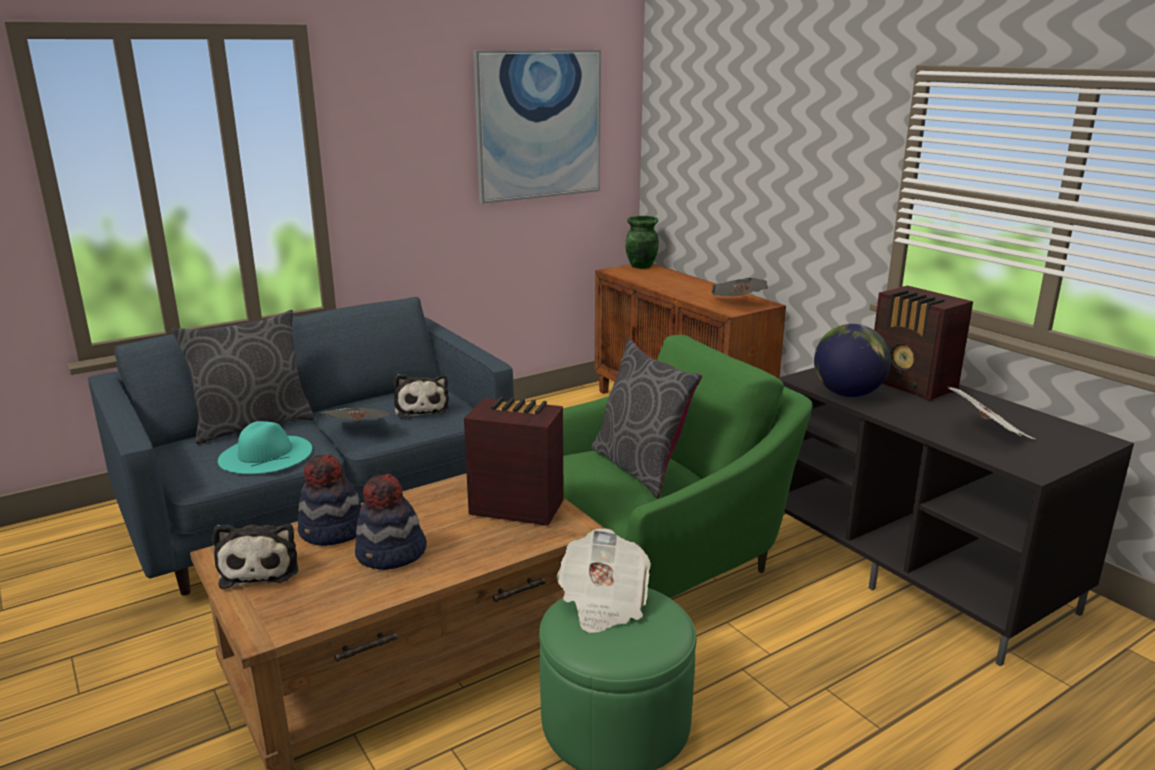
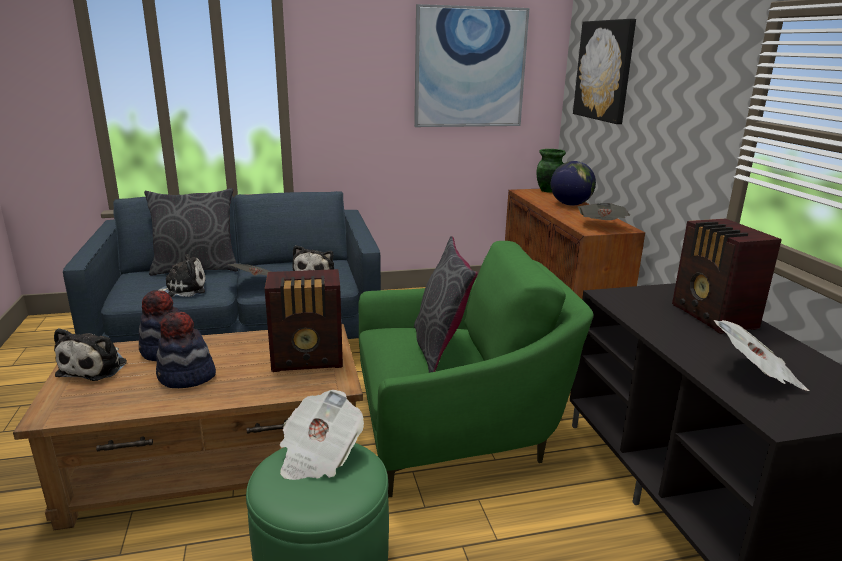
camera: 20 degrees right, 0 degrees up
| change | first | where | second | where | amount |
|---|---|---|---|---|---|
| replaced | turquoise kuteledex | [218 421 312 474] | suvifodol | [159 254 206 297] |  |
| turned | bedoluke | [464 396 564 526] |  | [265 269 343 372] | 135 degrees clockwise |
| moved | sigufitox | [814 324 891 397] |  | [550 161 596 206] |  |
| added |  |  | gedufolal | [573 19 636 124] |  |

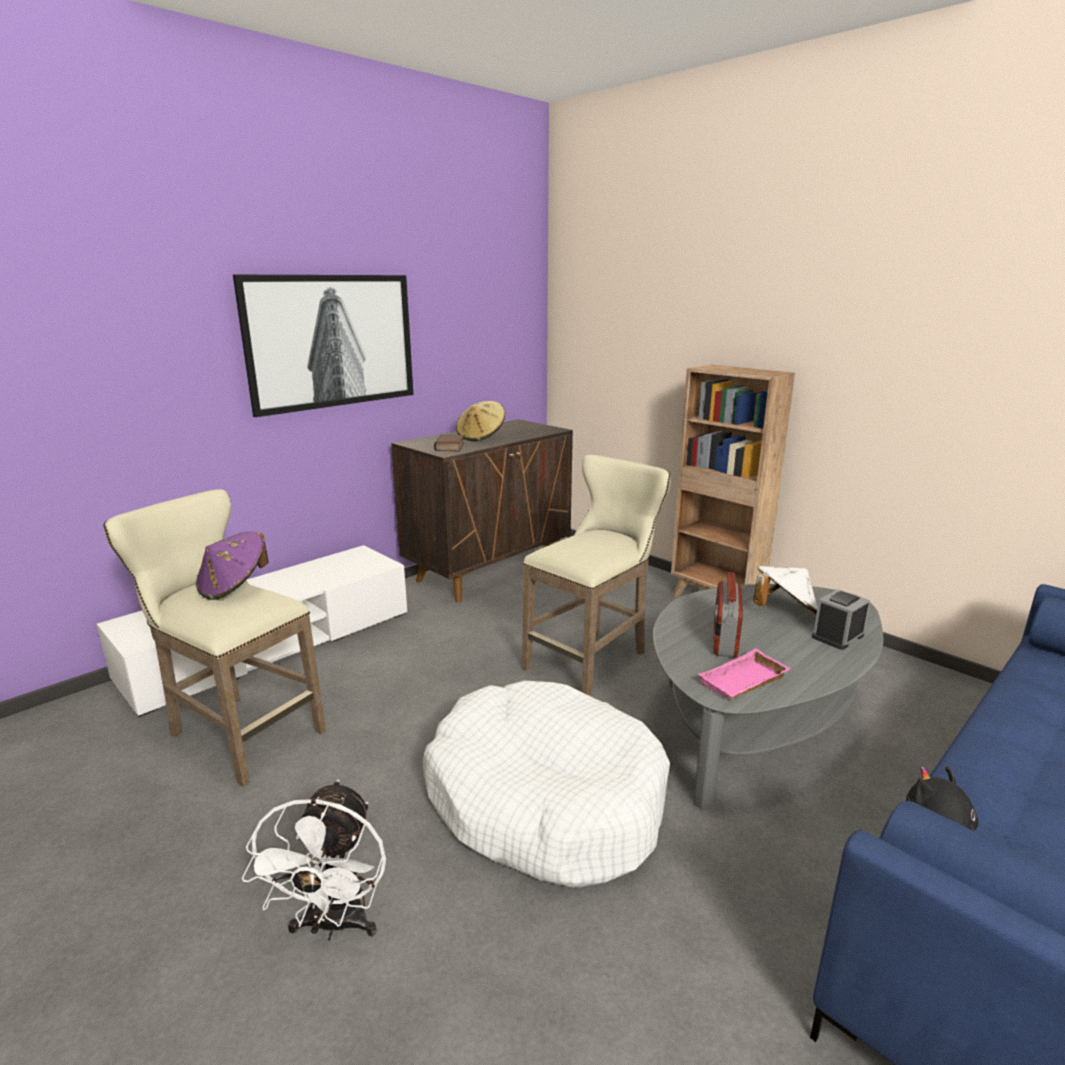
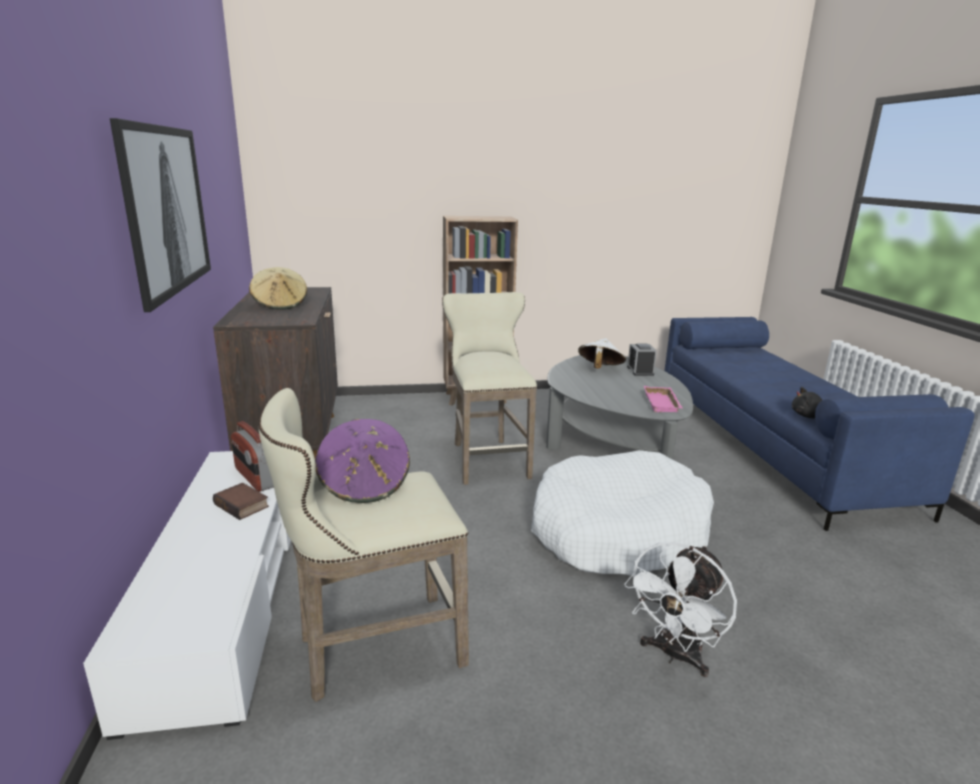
camera: 55 degrees left, 0 degrees up
| change | first | where | second | where | amount |
|---|---|---|---|---|---|
| moved | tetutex | [434 435 464 451] |  | [213 483 269 520] |  |
| moved | bedoluke | [714 572 743 657] |  | [231 421 274 492] |  |
| turned | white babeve | [242 779 386 940] |  | [624 542 737 677] | 90 degrees clockwise |

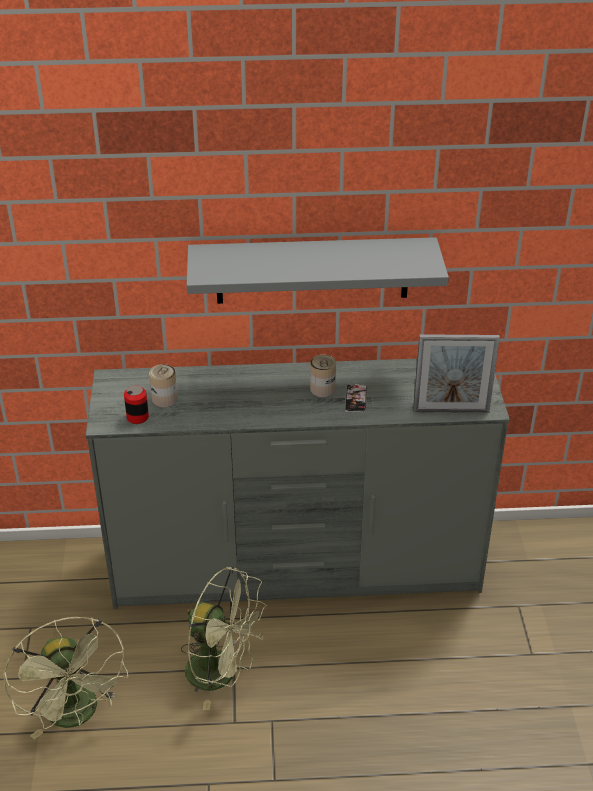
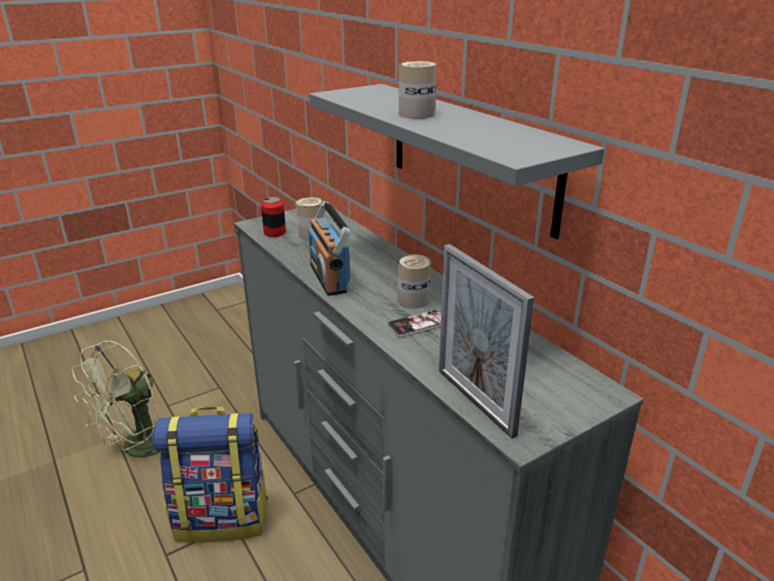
camera: 60 degrees right, 10 degrees down
| change | first | where | second | where | amount |
|---|---|---|---|---|---|
| replaced | green babeve | [181 566 267 710] | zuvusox | [152 407 268 543] |  |
| added |  |  | bedoluke | [308 201 351 296] |  |
| added |  |  | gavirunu | [399 61 436 119] |  |

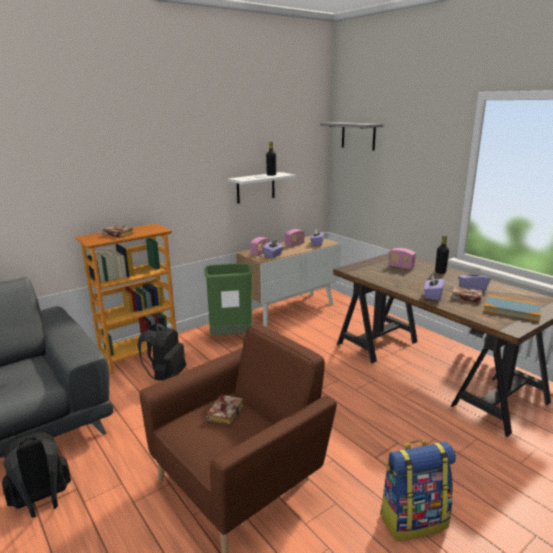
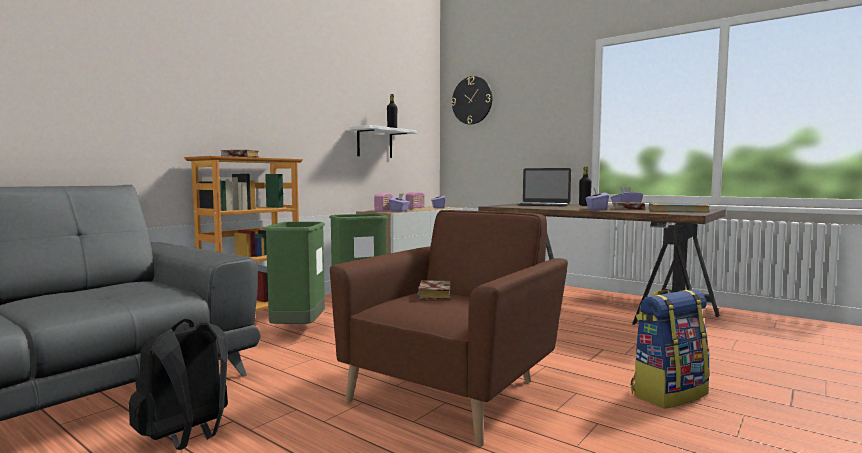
camera: 15 degrees left, 15 degrees down
| change | first | where | second | where | amount |
|---|---|---|---|---|---|
| replaced | black zuvusox | [138 323 186 381] | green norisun | [264 222 325 324] |  |
| replaced | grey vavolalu | [320 122 384 151] | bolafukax | [451 76 492 125] |  |
| replaced | bedoluke | [388 248 416 269] | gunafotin | [517 168 571 206] |  |

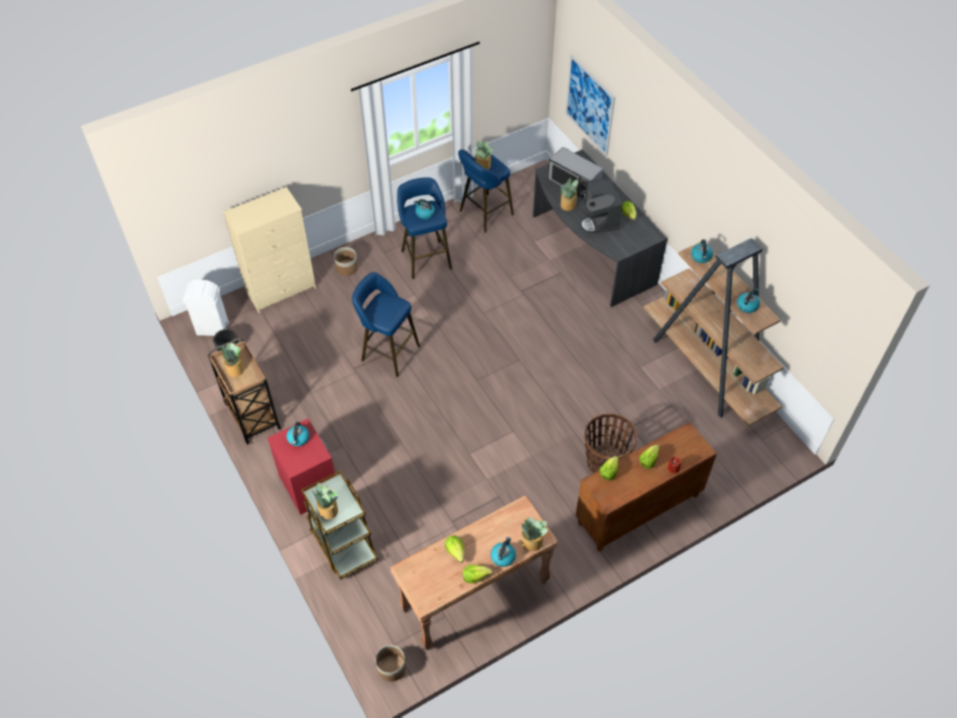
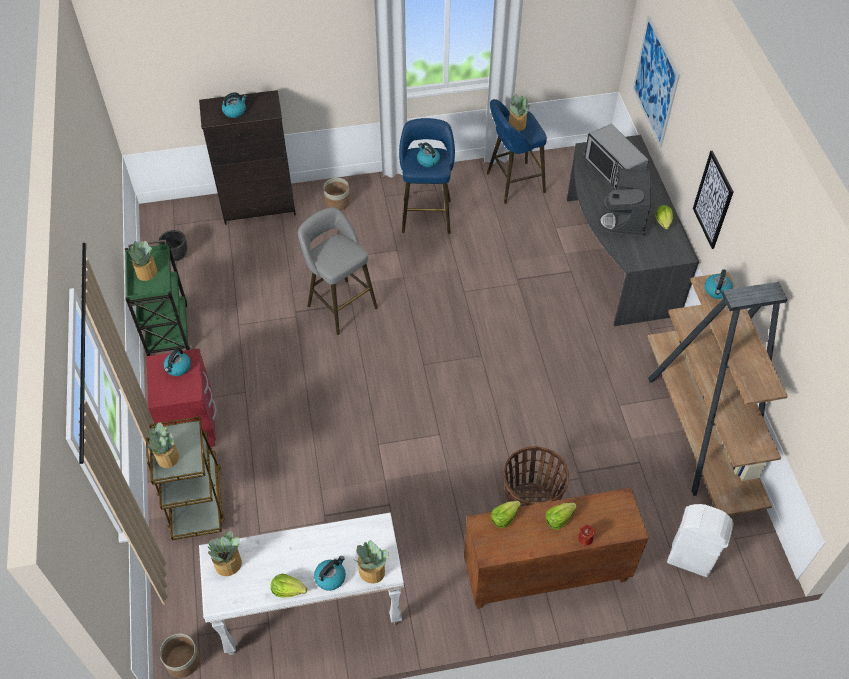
camera: 20 degrees right, 0 degrees up
| change | first | where | second | where | amount |
|---|---|---|---|---|---|
| recoloured | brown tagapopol | [208 338 281 445] | green tagapopol | [125 240 190 356] |  |
| recoloured | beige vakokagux | [223 187 316 313] | black vakokagux | [199 90 296 225] |  |
| recoloured | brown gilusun | [390 495 558 650] | white gilusun | [199 512 404 655] |  |
| moved | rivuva | [560 178 578 211] |  | [208 531 242 576] |  |
| moved | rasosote | [737 289 760 313] |  | [222 92 247 118] |  |
| recoloured | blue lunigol | [352 272 420 377] | grey lunigol | [298 207 378 335] |  |
| moved | white norisun | [183 280 229 336] |  | [667 504 734 577] |  |
| added |  |  | gedufolal | [693 151 734 249] |  |
| removed | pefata | [445 536 465 563] |  |  |  |

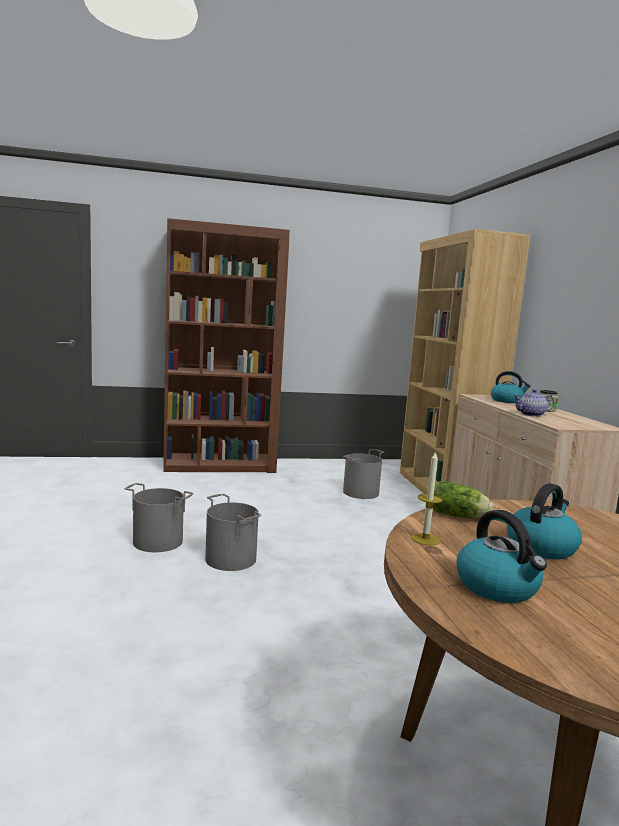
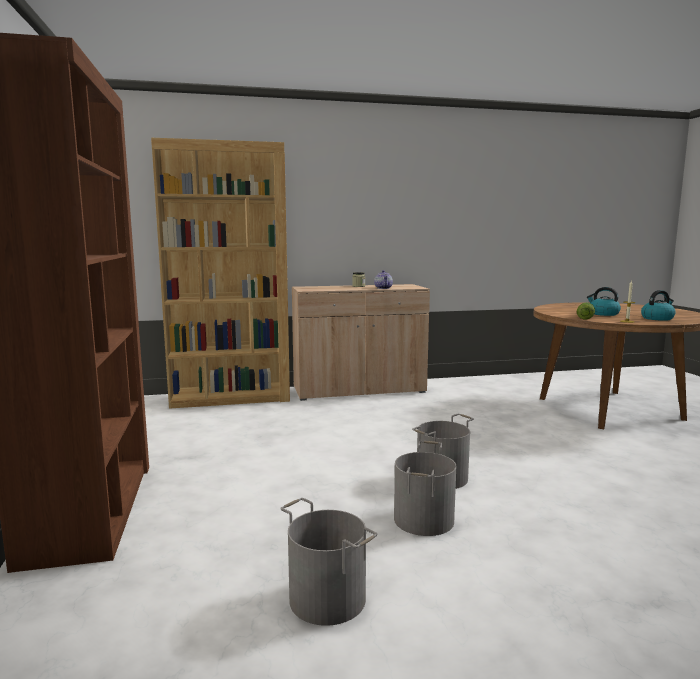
camera: 90 degrees left, 0 degrees up
| change | first | where | second | where | amount |
|---|---|---|---|---|---|
| moved | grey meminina | [343 449 385 499] |  | [280 498 377 626] |  |
| removed | rasosote | [491 371 531 403] |  |  |  |

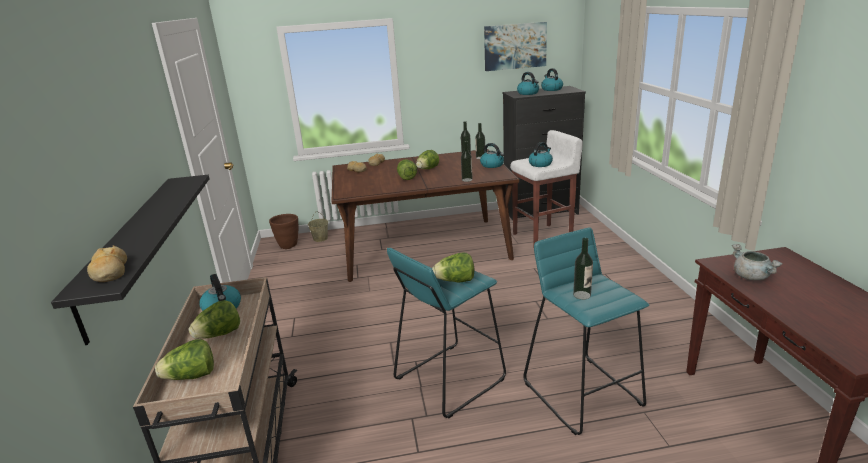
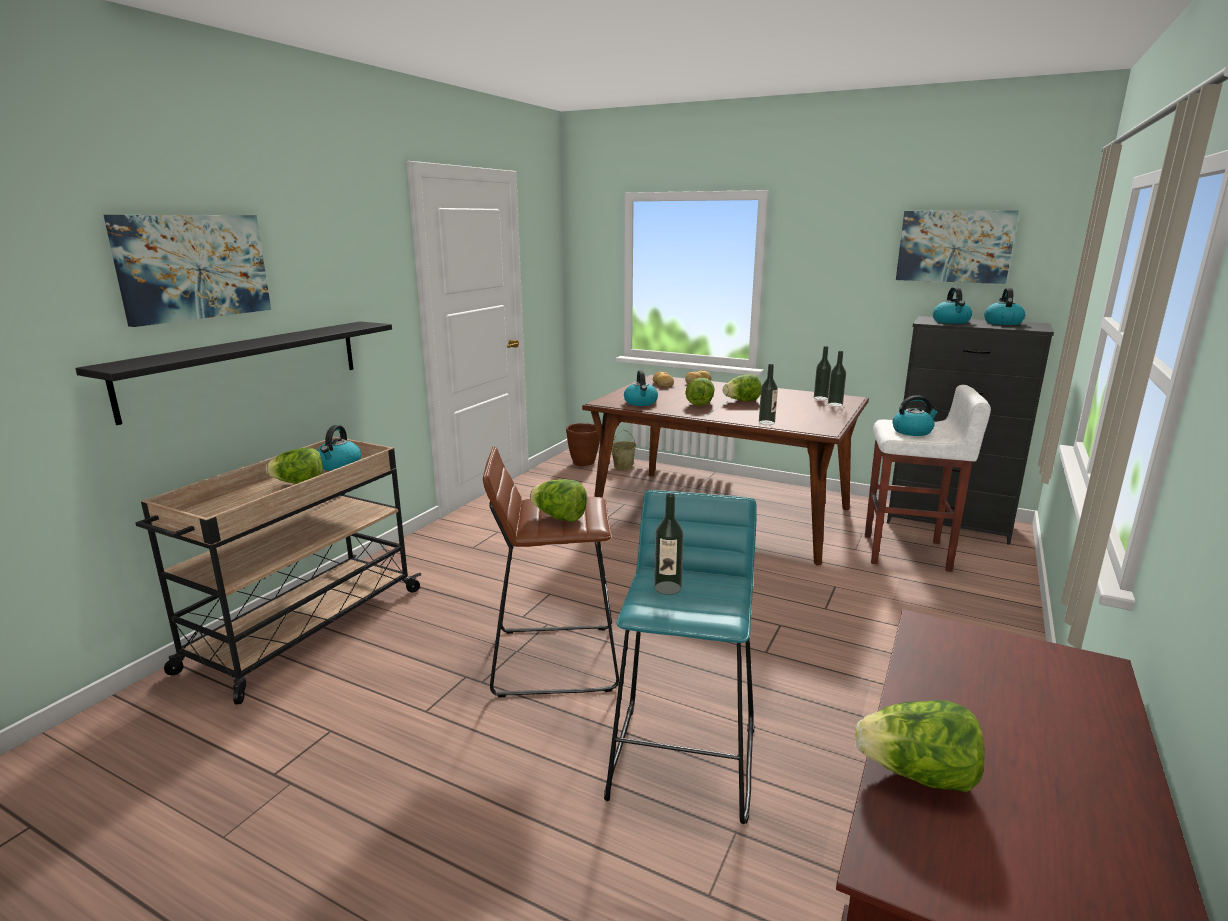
camera: 35 degrees right, 5 degrees down
| change | first | where | second | where | amount |
|---|---|---|---|---|---|
| added |  |  | gedufolal | [104 215 271 327] |  |
| recoloured | turquoise lunigol | [387 248 506 418] | brown lunigol | [483 446 619 697] |  |
| moved | rasosote | [480 143 504 168] |  | [624 370 658 406] |  |
| moved | pefata | [155 339 214 380] |  | [855 700 985 792] |  |
| removed | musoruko | [87 245 127 282] |  |  |  |
| removed | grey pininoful | [732 244 783 280] |  |  |  |

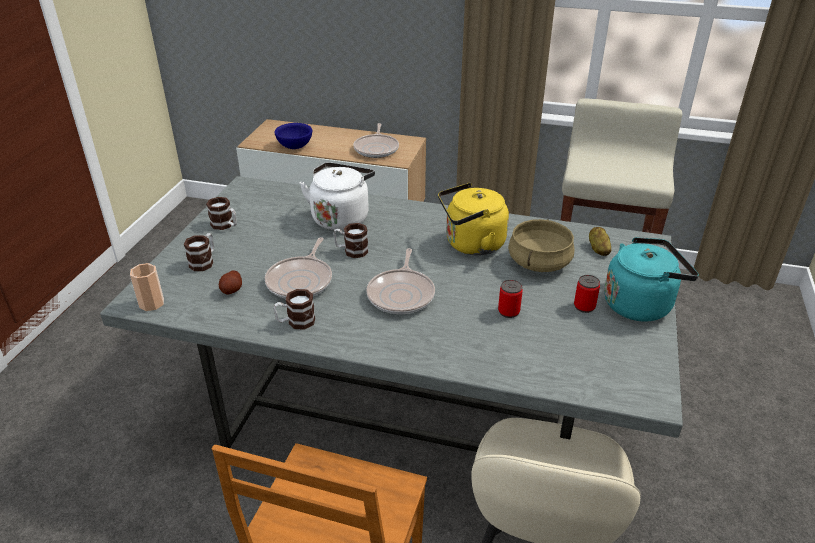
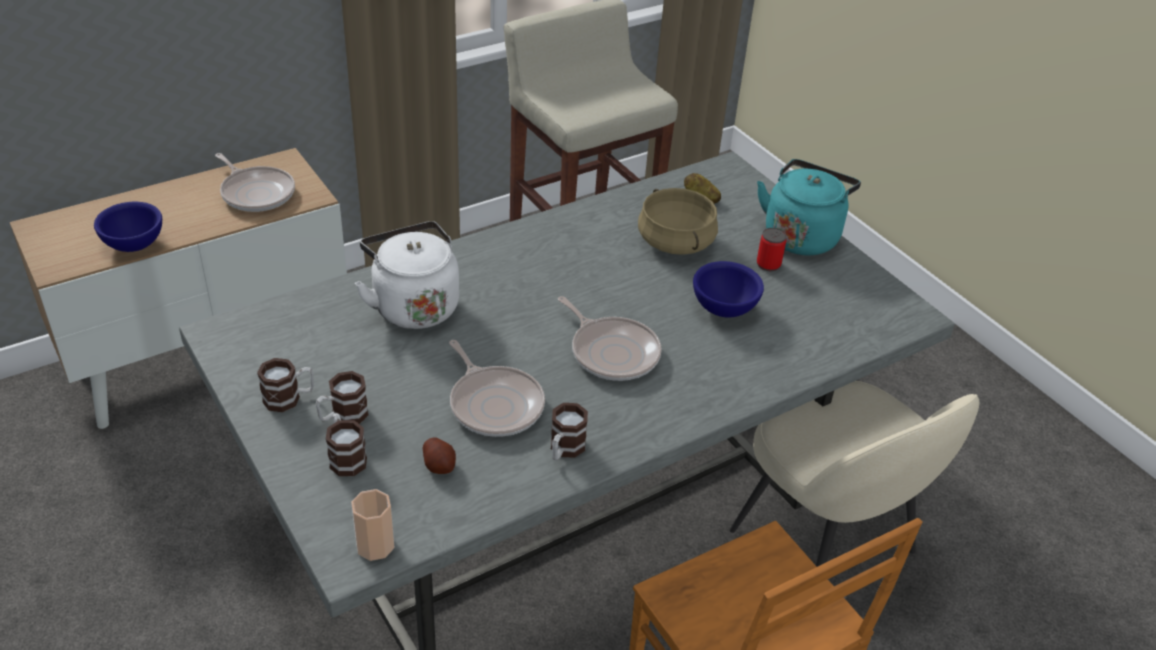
camera: 50 degrees left, 5 degrees up
| change | first | where | second | where | amount |
|---|---|---|---|---|---|
| moved | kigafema | [333 223 368 258] |  | [315 371 368 424] |  |
| replaced | gavirunu | [498 280 523 318] | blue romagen | [693 261 764 317] |  |
| removed | yellow rasosote | [438 183 509 256] |  |  |  |

